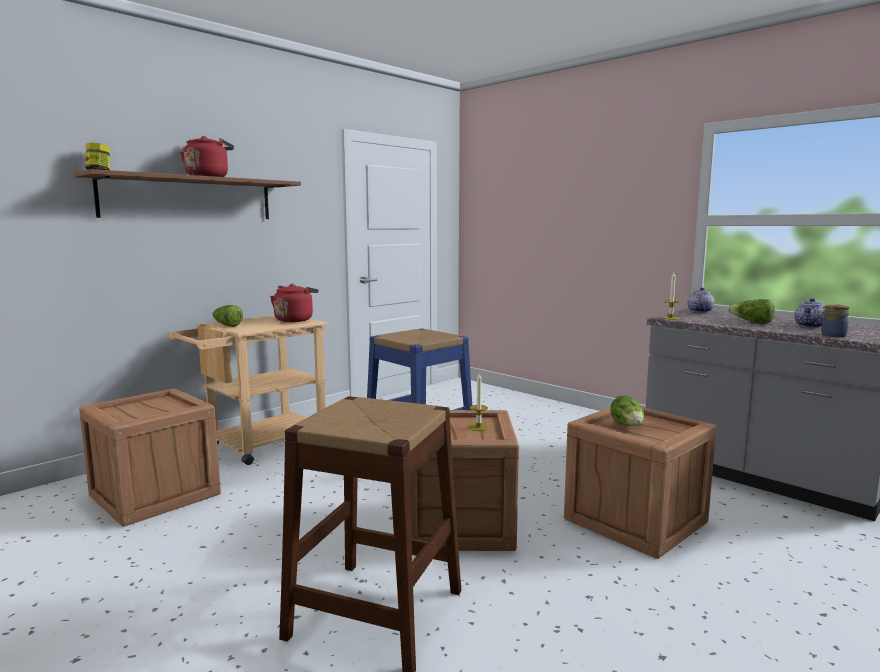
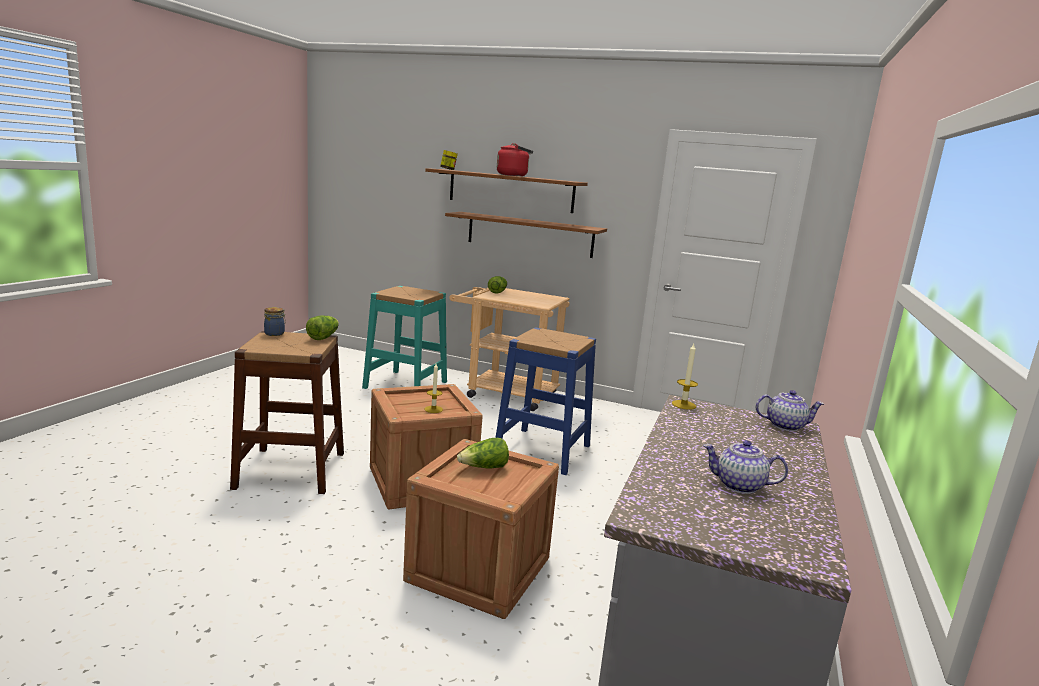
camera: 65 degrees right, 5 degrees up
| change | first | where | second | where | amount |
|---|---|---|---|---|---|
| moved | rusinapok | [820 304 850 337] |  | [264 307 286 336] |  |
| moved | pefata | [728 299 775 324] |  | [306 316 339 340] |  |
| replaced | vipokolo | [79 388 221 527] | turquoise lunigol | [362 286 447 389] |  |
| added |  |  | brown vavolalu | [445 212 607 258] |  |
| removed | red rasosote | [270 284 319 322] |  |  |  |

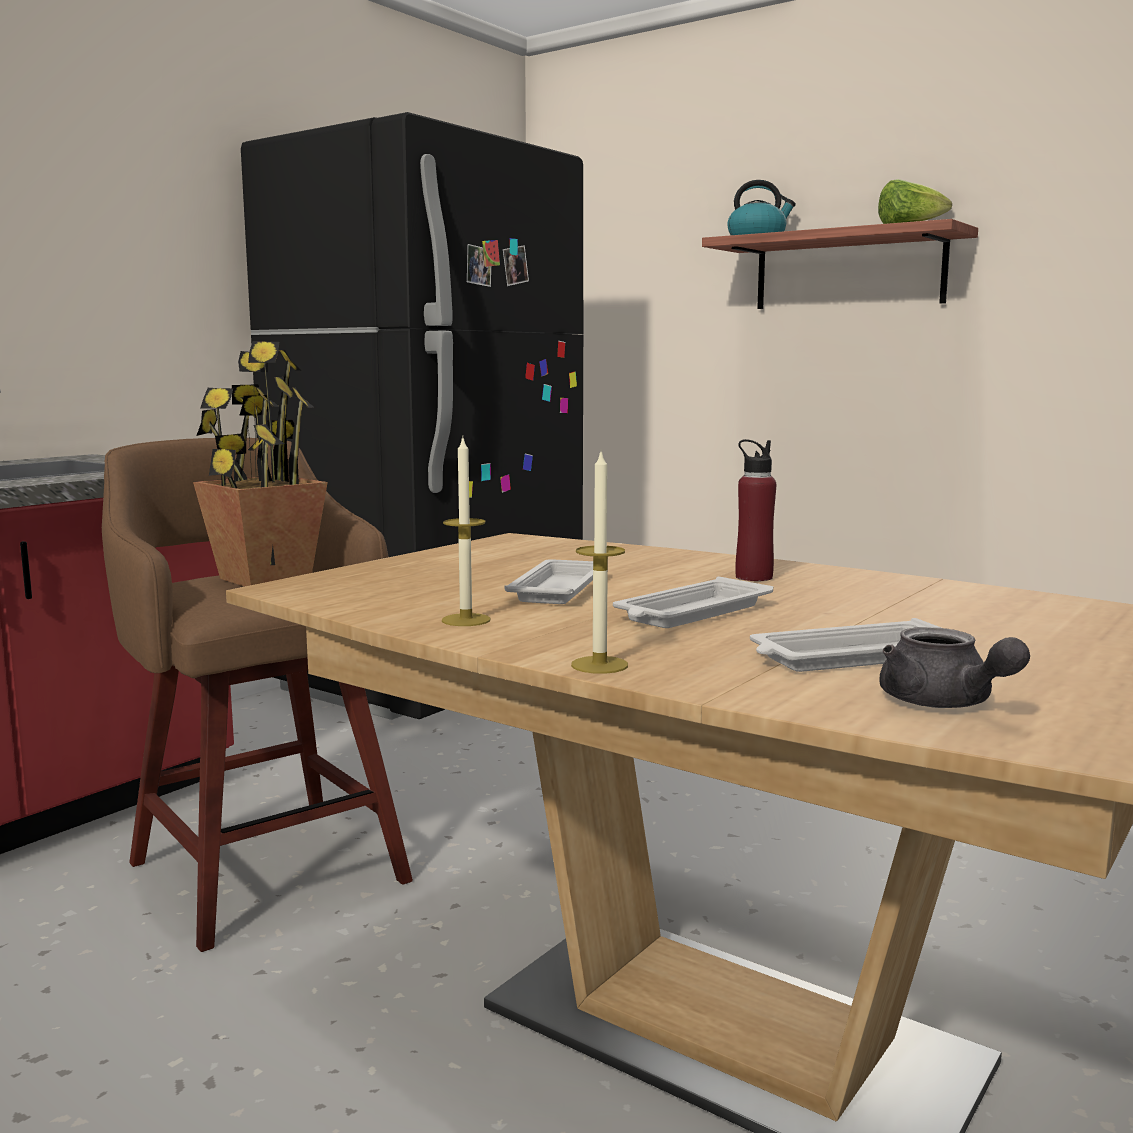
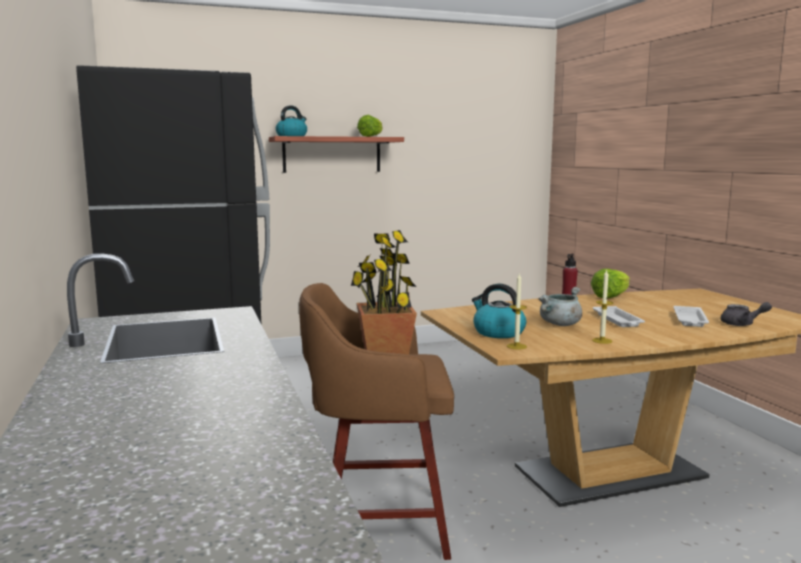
camera: 55 degrees left, 0 degrees up
| change | first | where | second | where | amount |
|---|---|---|---|---|---|
| added |  |  | rasosote | [472 283 526 338] |  |
| moved | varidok | [571 452 628 674] |  | [507 273 527 350] |  |
| replaced | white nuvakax | [504 559 593 604] | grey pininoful | [538 287 582 326] |  |
| added |  |  | pefata | [591 269 630 298] |  |

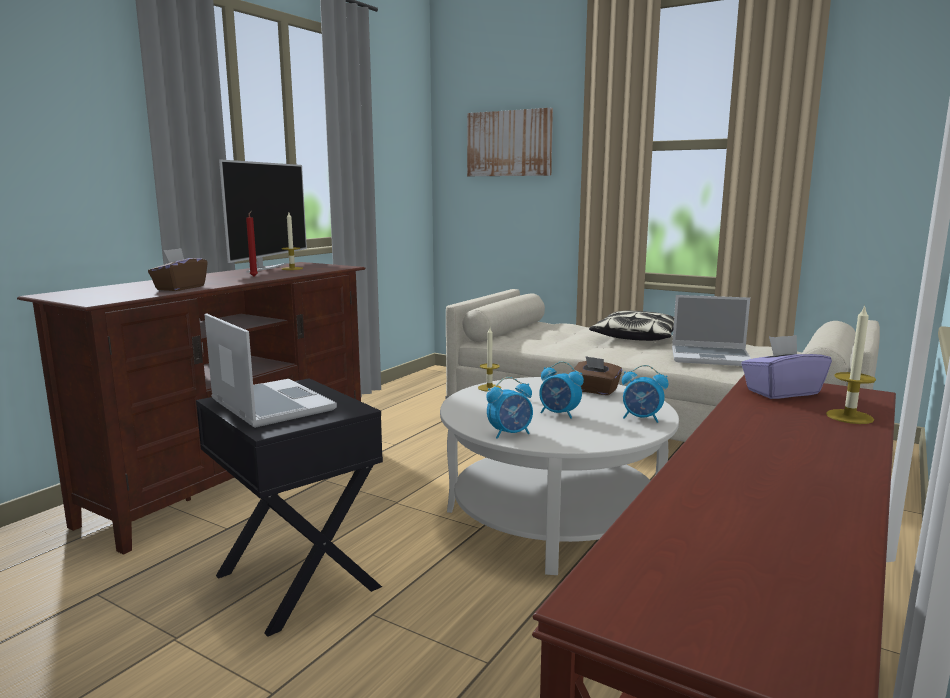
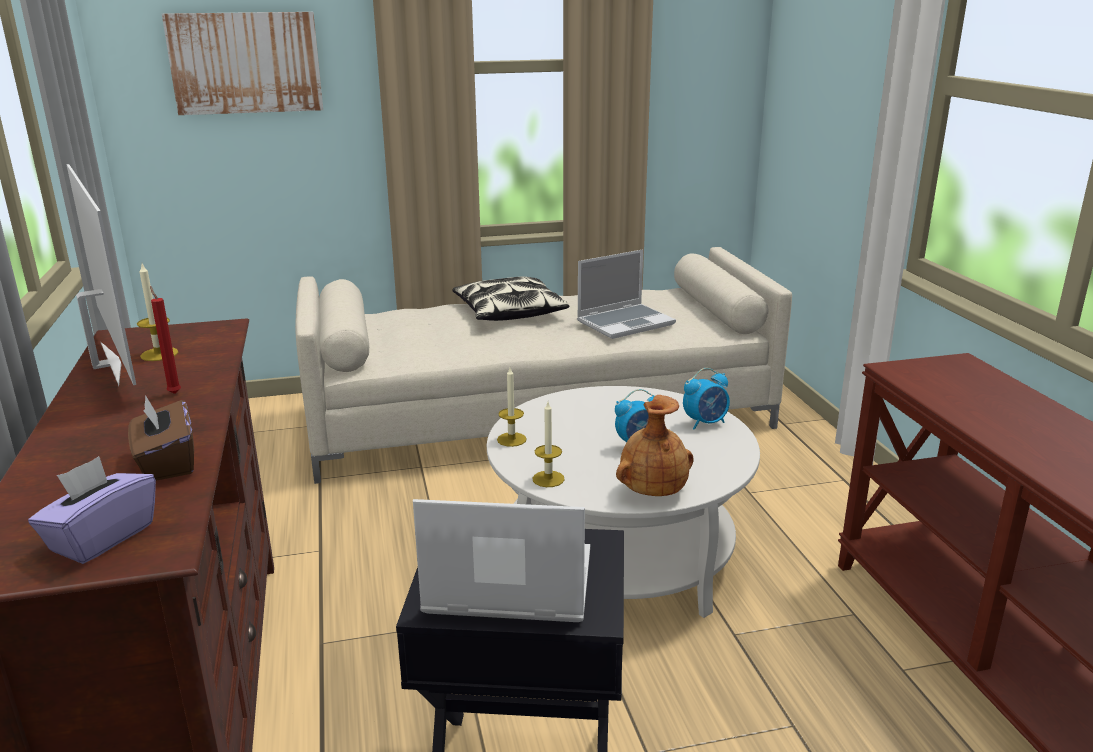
camera: 45 degrees left, 10 degrees up
| change | first | where | second | where | amount |
|---|---|---|---|---|---|
| moved | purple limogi | [741 335 832 399] |  | [28 456 156 564] |  |
| moved | varidok | [826 304 876 424] |  | [533 402 565 487] |  |
| replaced | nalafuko | [486 377 533 439] | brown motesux | [616 395 694 496] |  |
| removed | brown limogi | [571 356 622 395] |  |  |  |

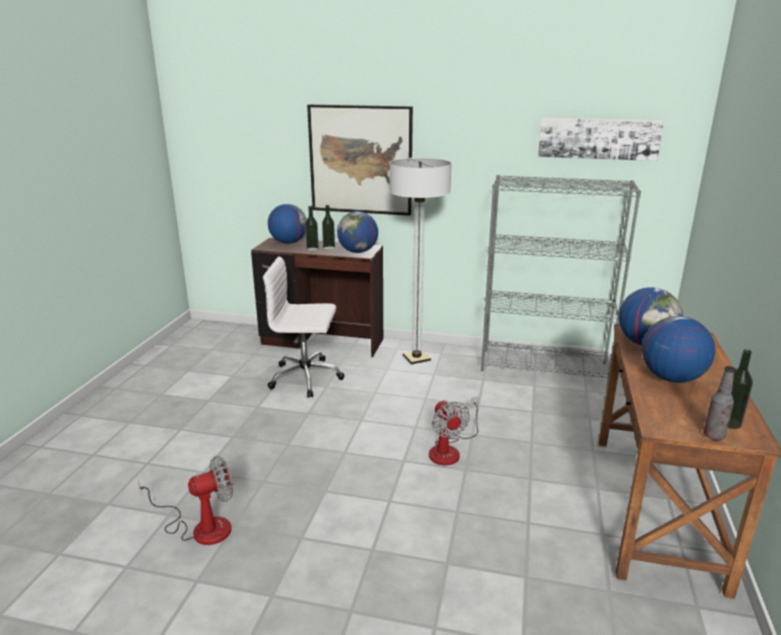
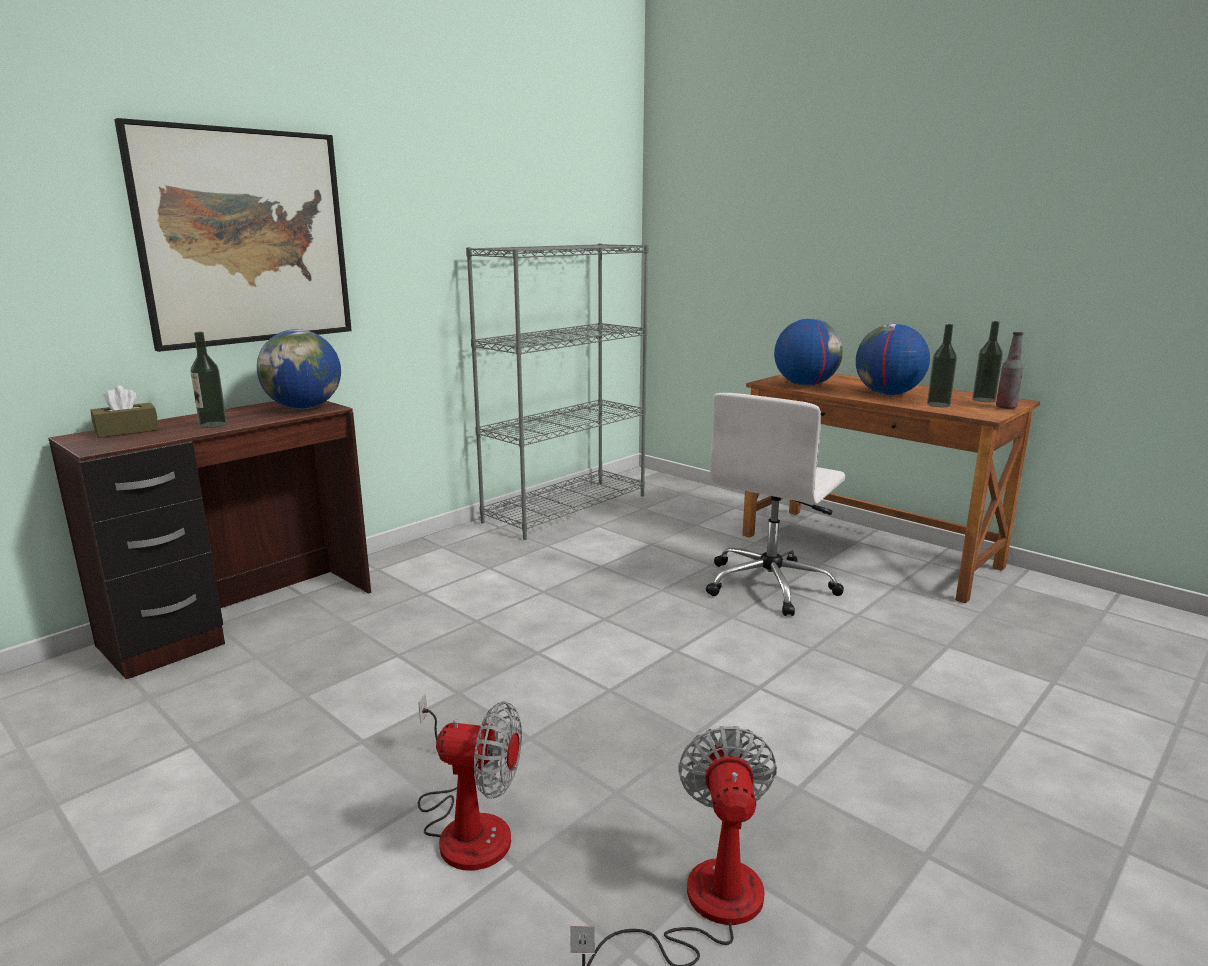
camera: 60 degrees left, 5 degrees down
| change | first | where | second | where | amount |
|---|---|---|---|---|---|
| replaced | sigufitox | [268 204 307 244] | brown limogi | [91 385 159 438] |  |
| moved | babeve | [429 397 479 465] |  | [418 694 522 871] |  |
| moved | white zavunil | [263 256 345 398] |  | [706 393 845 616] |  |
| moved | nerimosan | [322 205 335 250] |  | [927 324 957 407] |  |
| removed | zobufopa | [389 158 452 364] |  |  |  |
| removed | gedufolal | [538 117 664 161] |  |  |  |

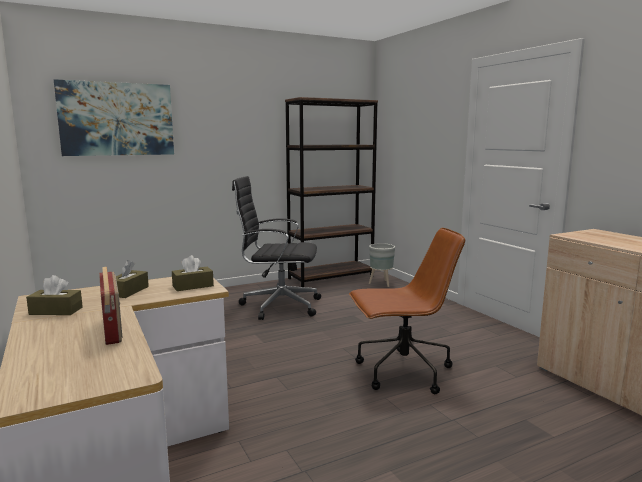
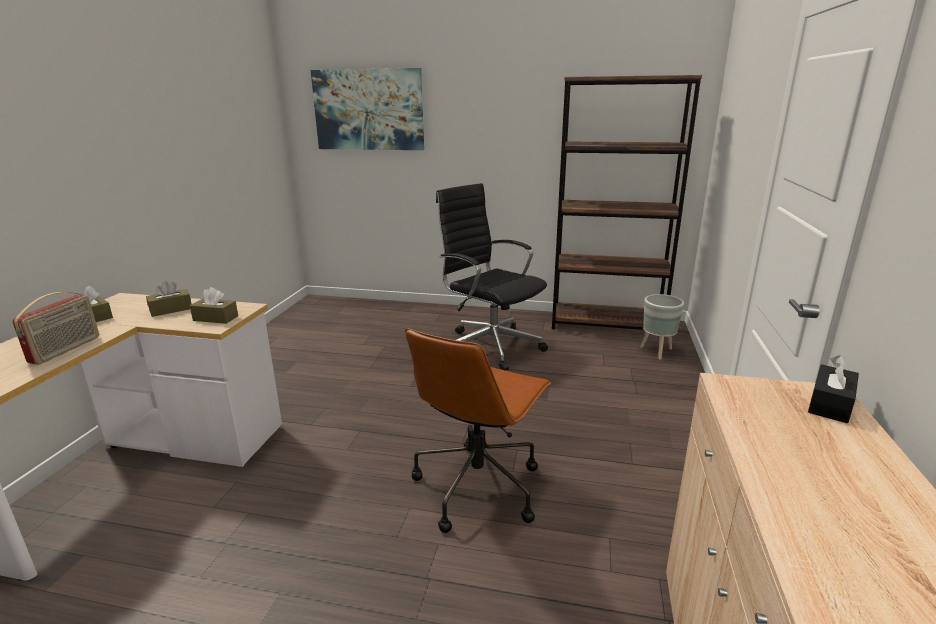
camera: 40 degrees right, 10 degrees up
| change | first | where | second | where | amount |
|---|---|---|---|---|---|
| turned | brown zavunil | [349 228 465 394] |  | [405 328 551 533] | 90 degrees clockwise |
| added |  |  | black limogi | [808 355 859 423] |  |

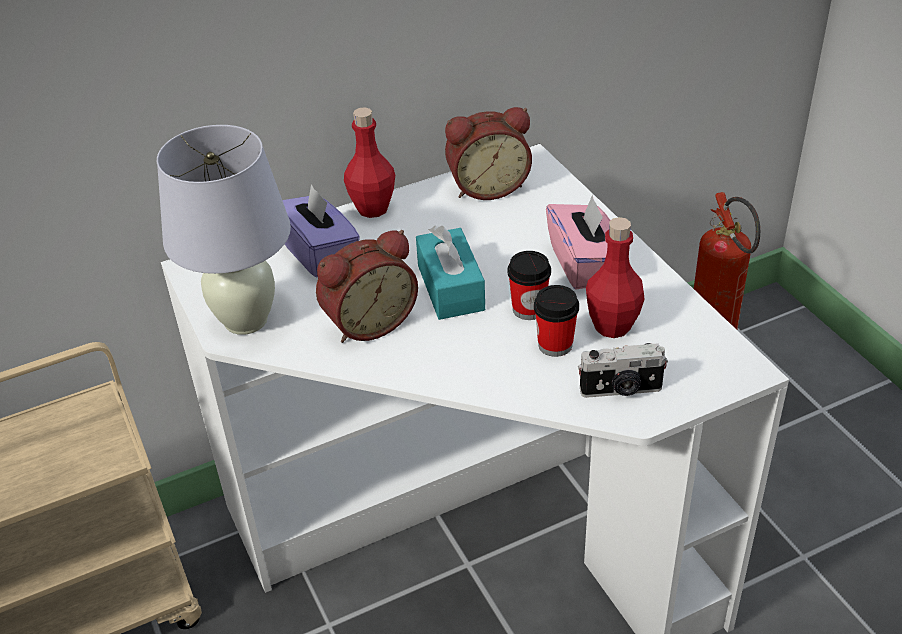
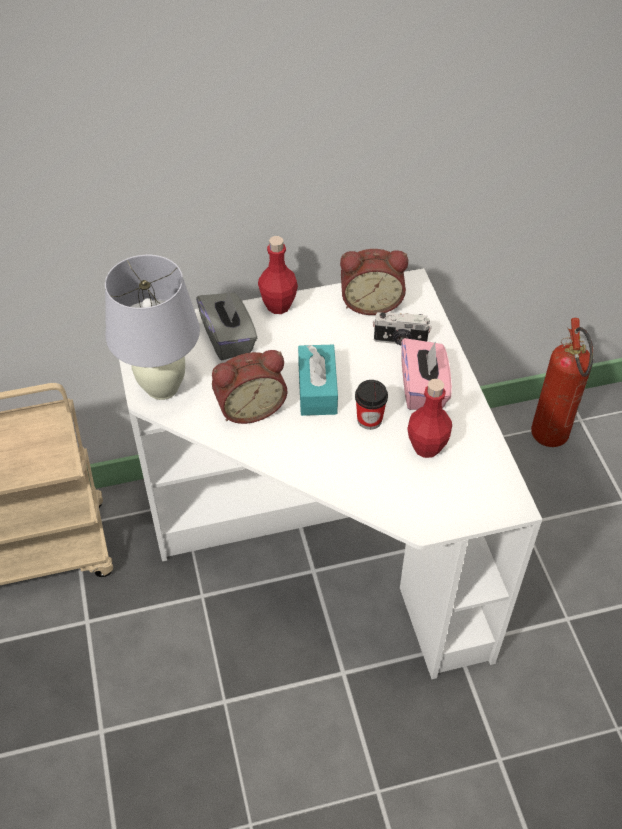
camera: 10 degrees right, 10 degrees up
| change | first | where | second | where | amount |
|---|---|---|---|---|---|
| recoloured | purple limogi | [282 184 360 277] | grey limogi | [196 290 257 360] |  |
| moved | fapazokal | [578 343 668 398] |  | [373 312 432 346] |  |
| removed | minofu | [534 285 579 357] |  |  |  |

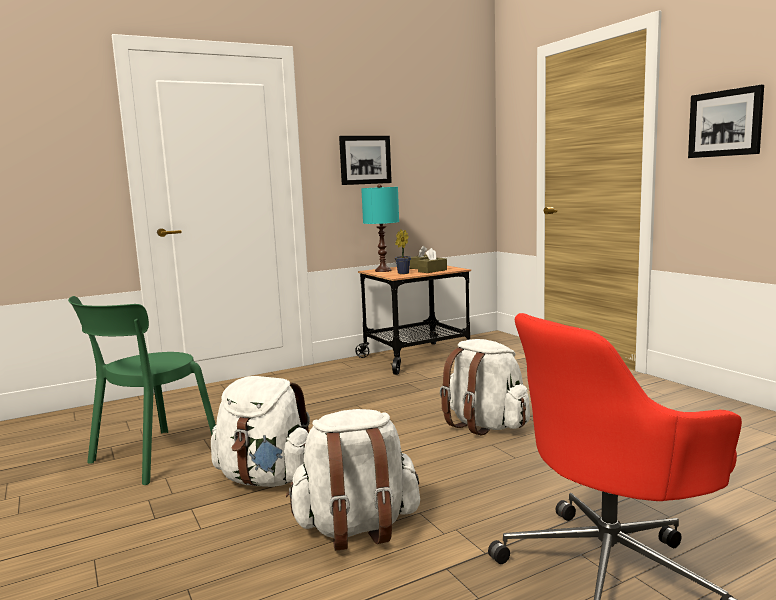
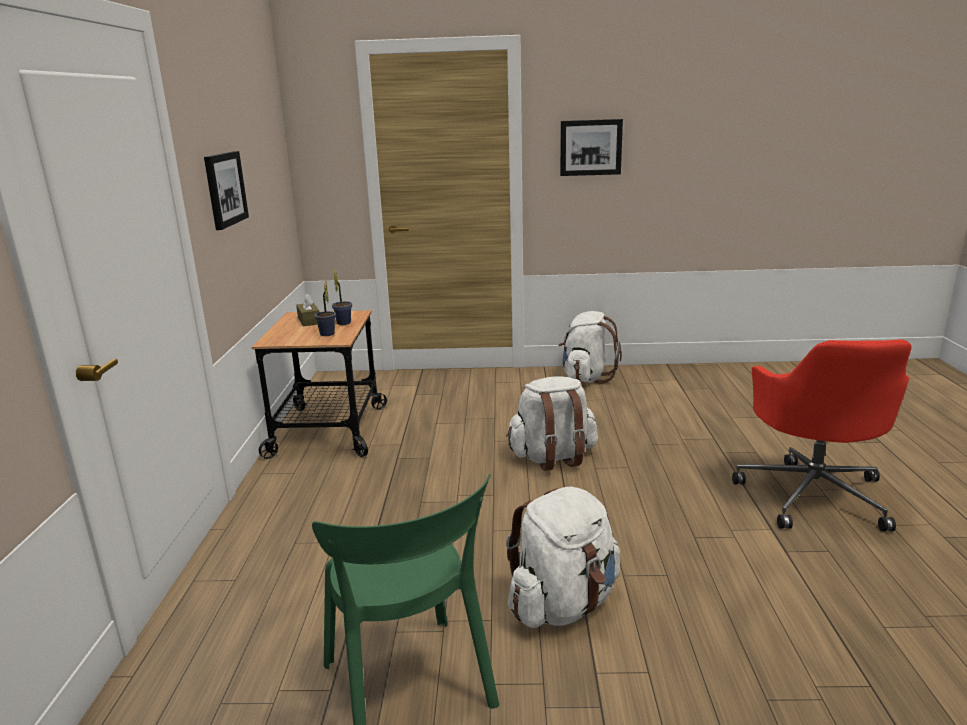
camera: 60 degrees left, 10 degrees up
| change | first | where | second | where | amount |
|---|---|---|---|---|---|
| replaced | brown limogi | [418 248 447 273] | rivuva | [332 270 352 325] |  |
| moved | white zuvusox | [286 409 420 551] |  | [558 311 622 383] |  |
| removed | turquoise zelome | [361 184 399 272] |  |  |  |

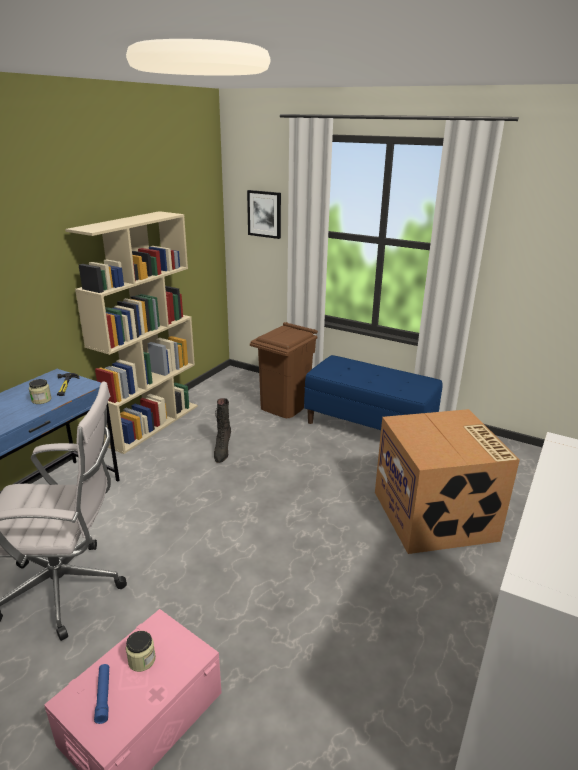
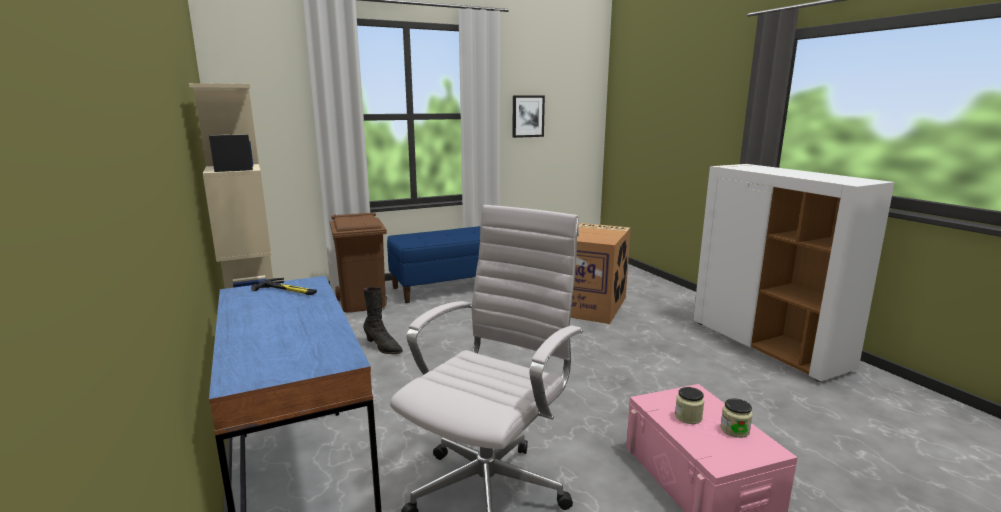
camera: 55 degrees left, 10 degrees down
| change | first | where | second | where | amount |
|---|---|---|---|---|---|
| moved | gedufolal | [247 190 281 239] |  | [512 95 545 138] |  |
| moved | rusinapok | [29 379 51 404] |  | [720 399 753 438] |  |
| removed | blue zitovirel | [94 664 109 724] |  |  |  |

